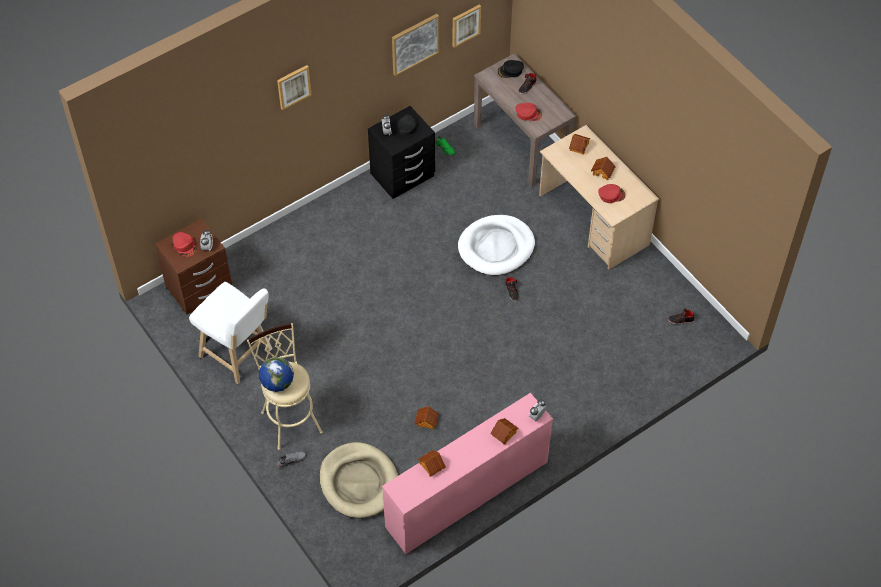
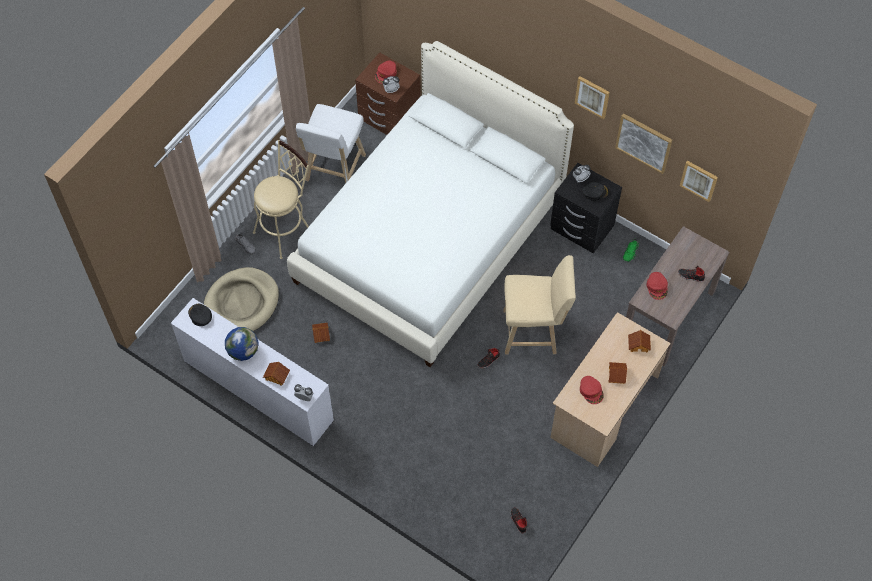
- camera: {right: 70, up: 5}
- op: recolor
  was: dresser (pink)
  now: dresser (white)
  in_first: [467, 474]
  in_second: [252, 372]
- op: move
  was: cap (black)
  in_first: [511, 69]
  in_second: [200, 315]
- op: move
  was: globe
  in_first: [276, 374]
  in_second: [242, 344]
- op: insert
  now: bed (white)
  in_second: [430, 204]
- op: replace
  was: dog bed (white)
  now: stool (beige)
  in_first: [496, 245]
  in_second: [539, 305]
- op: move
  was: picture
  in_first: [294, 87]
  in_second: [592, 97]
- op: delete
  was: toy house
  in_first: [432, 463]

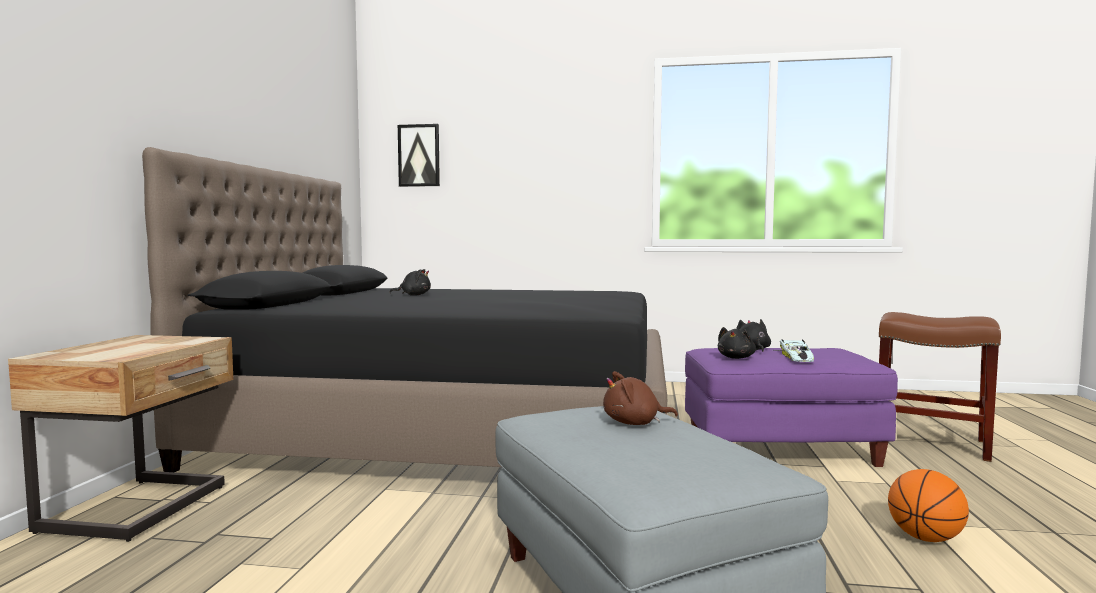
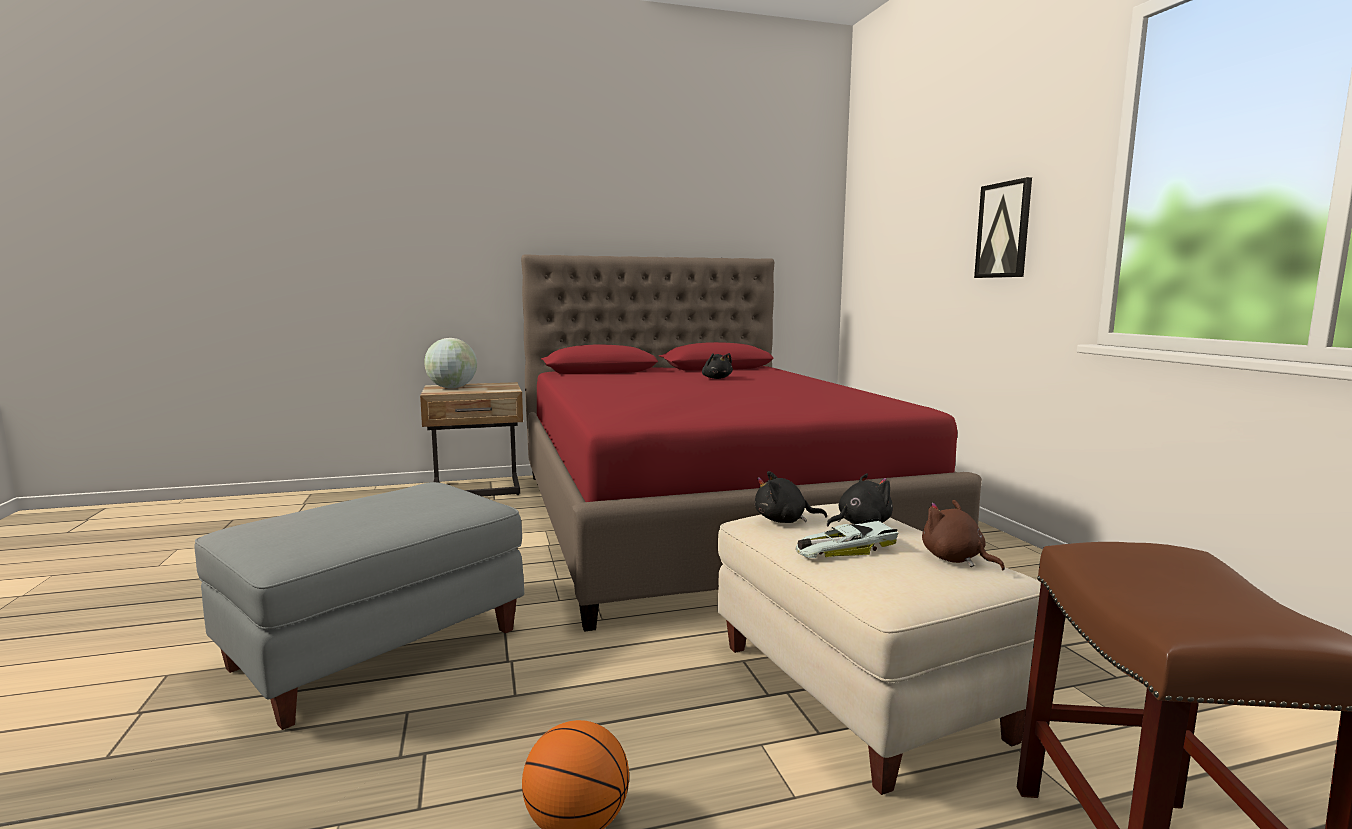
- camera: {right: 65, up: 5}
- op: insert
  now: globe
  in_second: [450, 363]
- op: recolor
  was: bed (black)
  now: bed (red)
  in_first: [404, 309]
  in_second: [751, 443]
- op: recolor
  was: ottoman (purple)
  now: ottoman (beige)
  in_first: [791, 407]
  in_second: [879, 649]
- op: move
  was: plush toy (brown)
  in_first: [640, 398]
  in_second: [963, 535]
- op: move
  was: picture
  in_first: [419, 155]
  in_second: [1003, 227]

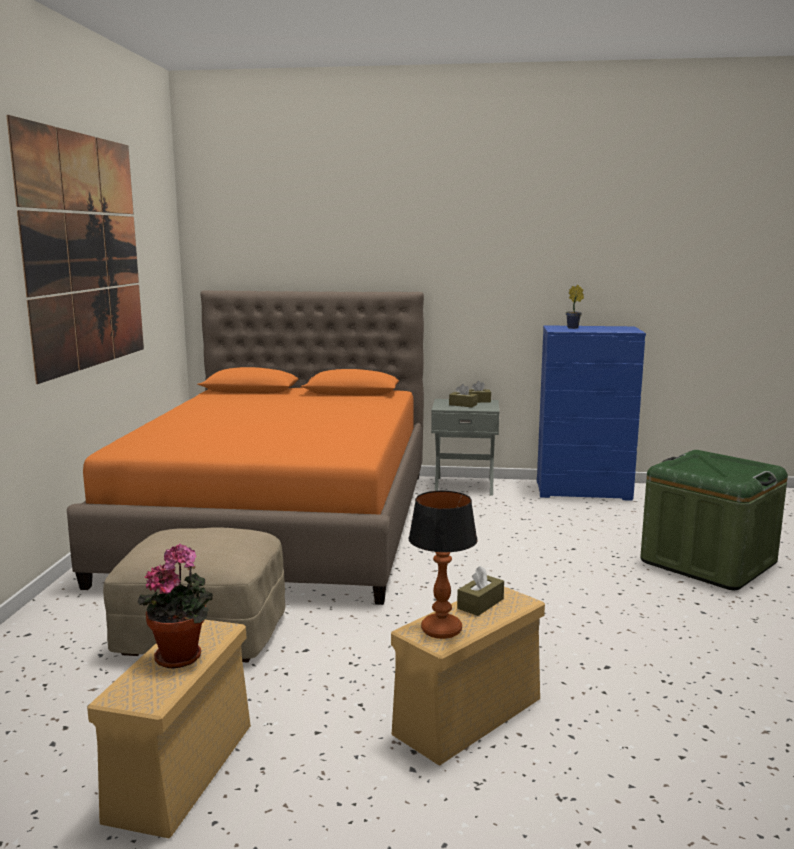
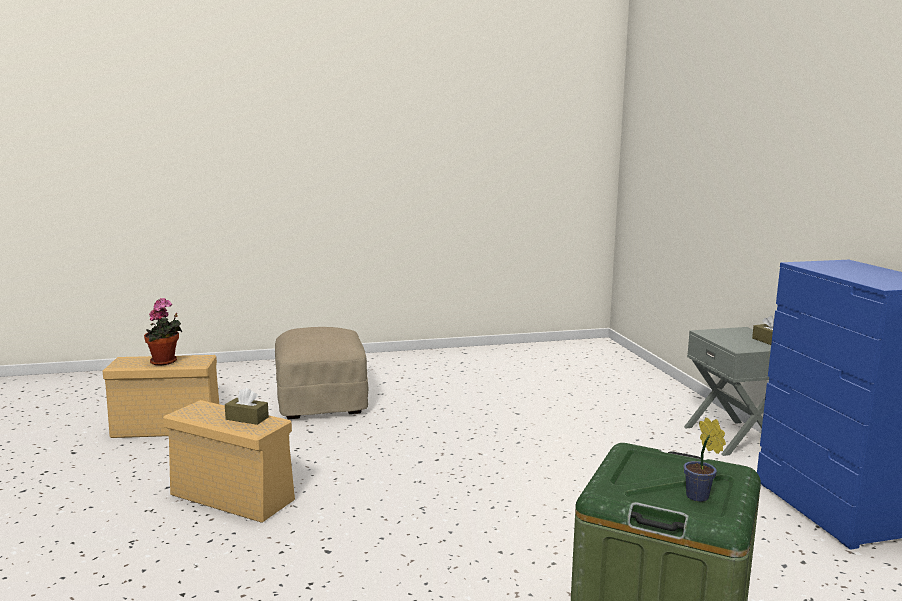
- camera: {right: 70, up: 0}
- op: move
  was: potted plant
  in_first: [575, 307]
  in_second: [705, 459]
- op: delete
  was: picture
  in_first: [75, 249]
- op: delete
  was: bed (orange)
  in_first: [245, 447]
- op: delete
  was: table lamp
  in_first: [443, 565]
- op: delete
  was: tissue box (brown)
  in_first: [463, 395]

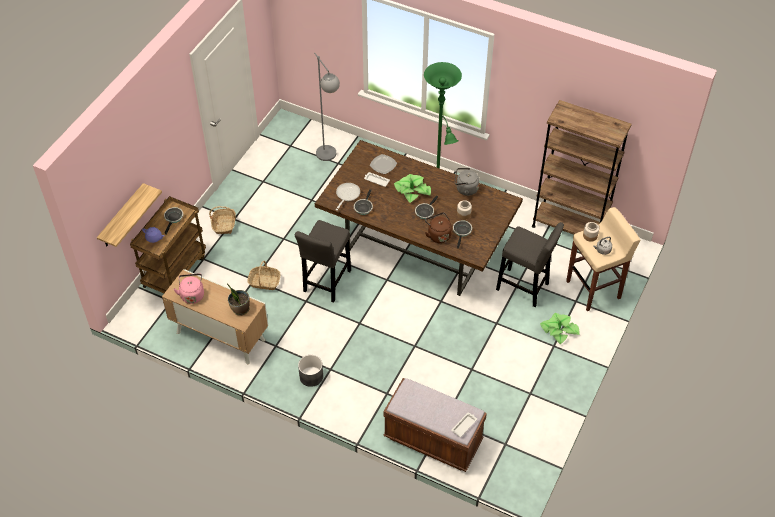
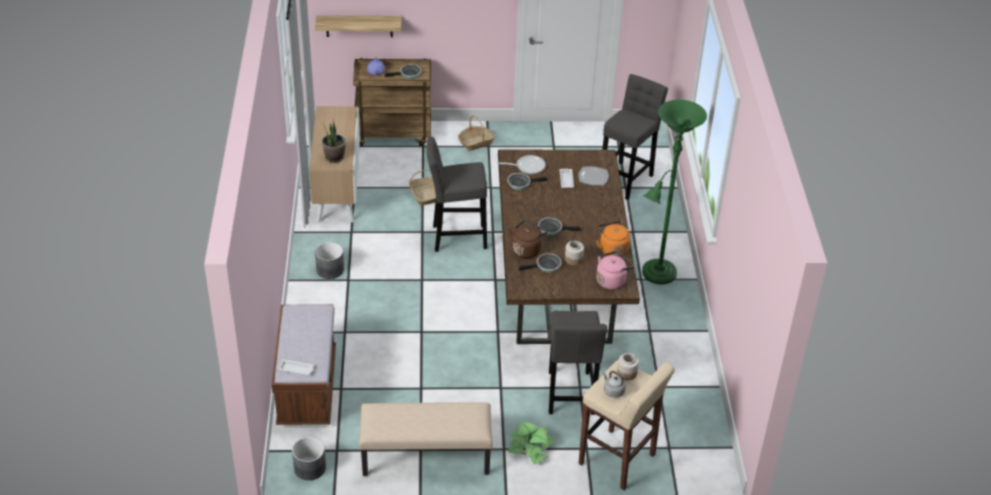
- camera: {right: 60, up: -10}
- op: insert
  now: planter (grey)
  in_second: [309, 458]
- op: insert
  now: bench (beige)
  in_second: [425, 439]
- op: recolor
  was: kettle (grey)
  now: kettle (orange)
  in_first: [467, 182]
  in_second: [613, 238]
- op: move
  was: kettle (pink)
  in_first: [188, 288]
  in_second: [615, 270]
- op: replace
  was: floor lamp (grey)
  now: stool (grey)
  in_first: [327, 107]
  in_second: [635, 137]
- op: delete
  was: potted plant
  in_first: [412, 188]
- op: delete
  was: bookcase (brown)
  in_first: [582, 167]

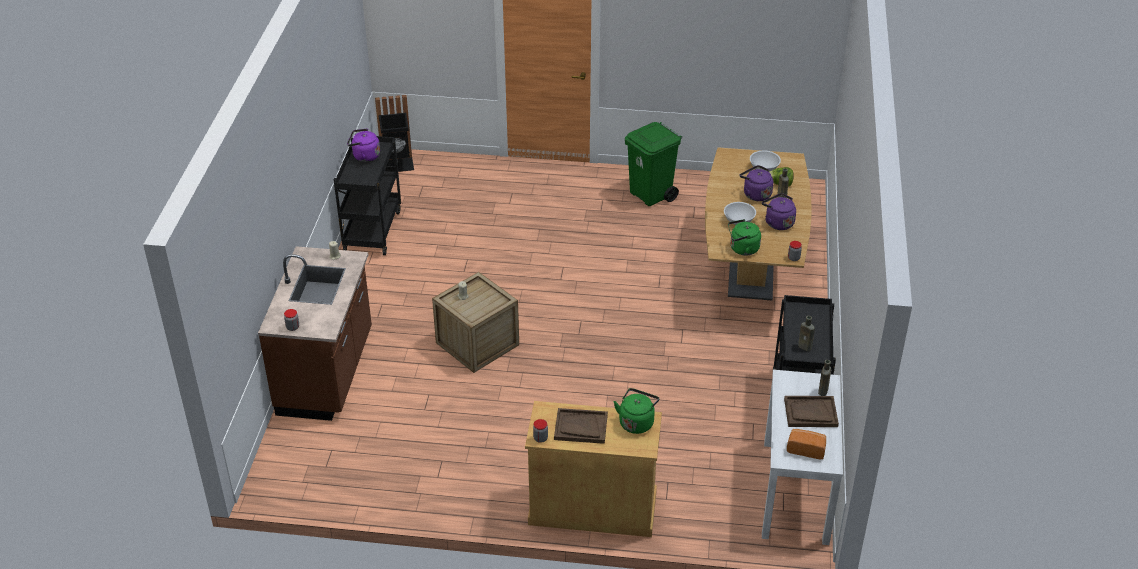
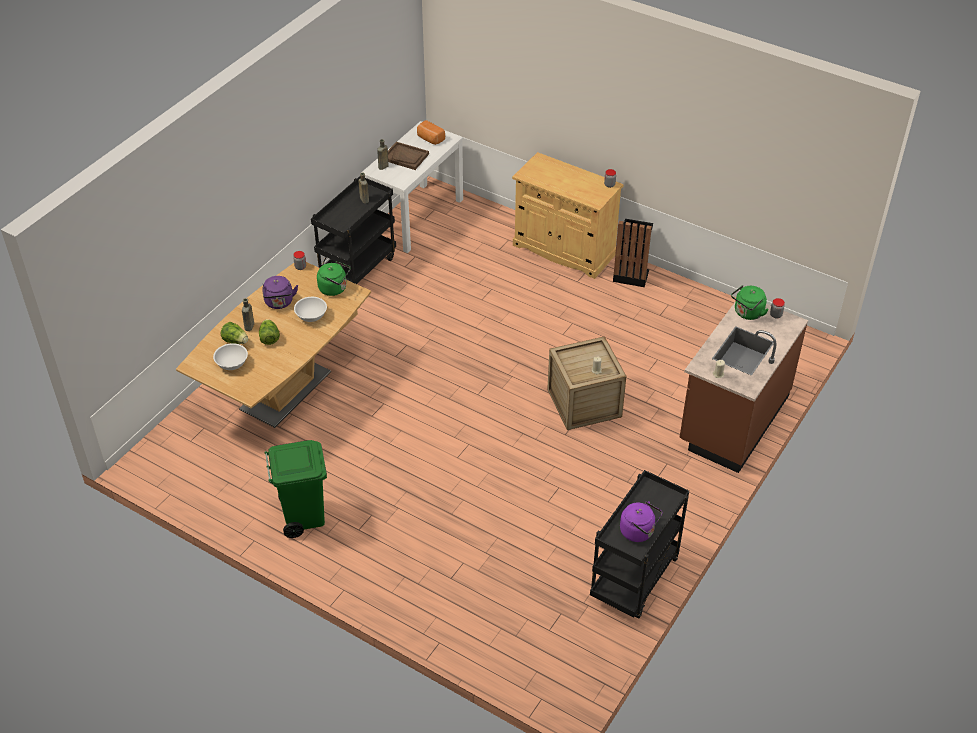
- camera: {right: -155, up: 5}
- op: replace
  was: kettle (purple)
  now: lettuce
  in_first: [756, 183]
  in_second: [269, 332]
- op: move
  was: trash can (black)
  in_first: [394, 133]
  in_second: [633, 253]
- op: move
  was: kettle (green)
  in_first: [636, 411]
  in_second: [750, 302]
- op: delete
  was: tray (brown)
  in_first: [581, 426]

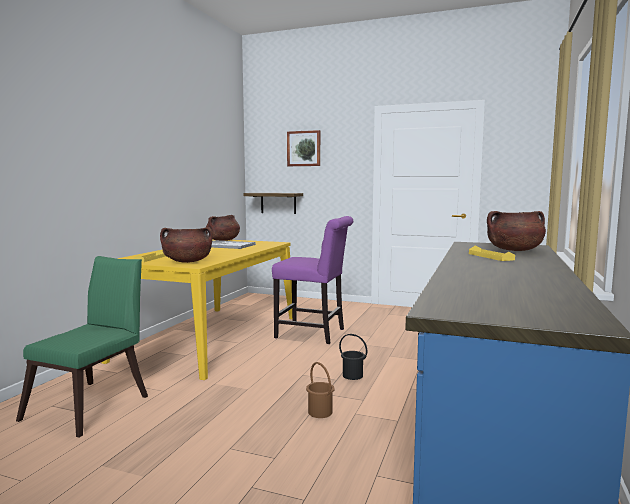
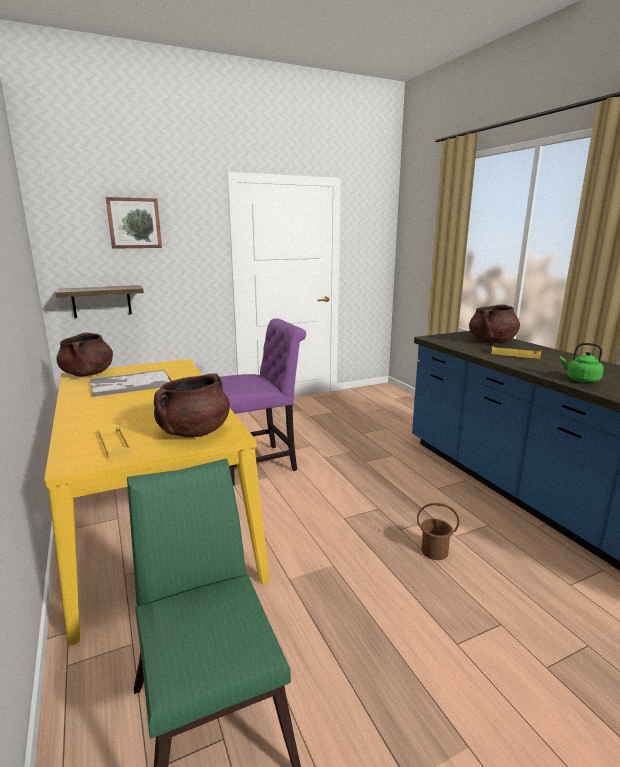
- camera: {right: -45, up: 10}
- op: insert
  now: kettle (green)
  in_second: [582, 363]
- op: delete
  was: bucket (black)
  in_first: [353, 357]

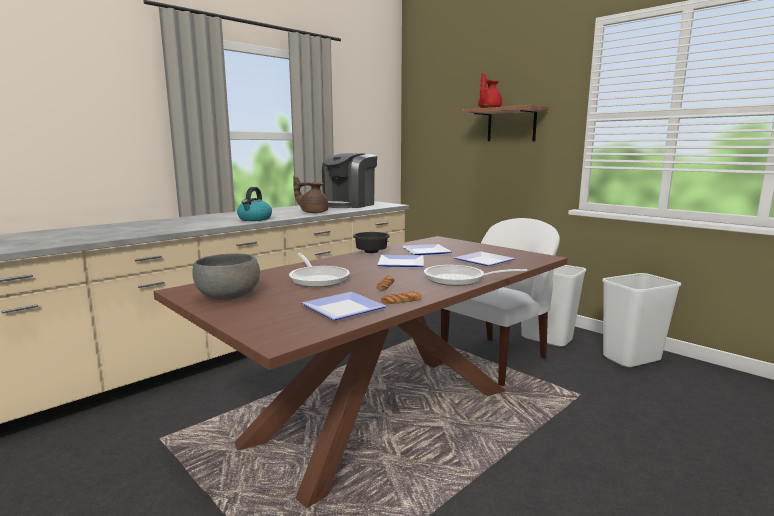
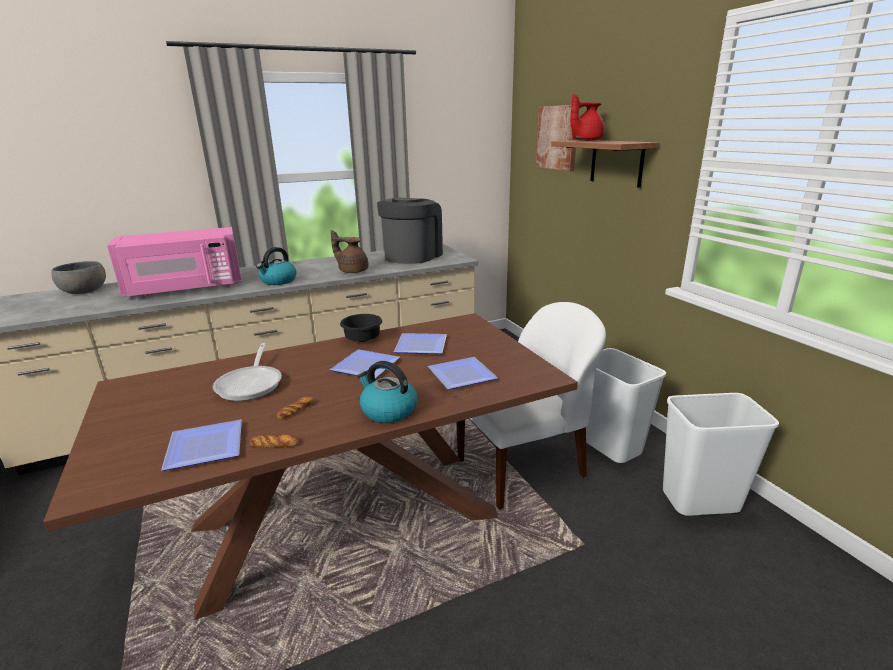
- camera: {right: 20, up: 10}
- op: move
  was: bowl (grey)
  in_first: [226, 276]
  in_second: [78, 277]
- op: insert
  now: microwave (pink)
  in_second: [174, 262]
- op: replace
  was: frying pan
  now: kettle
  in_first: [475, 275]
  in_second: [387, 392]
- op: rotate
  was: coffee machine
  in_first: [349, 180]
  in_second: [410, 231]
  clockwise: 150
- op: insert
  now: picture
  in_second: [556, 138]

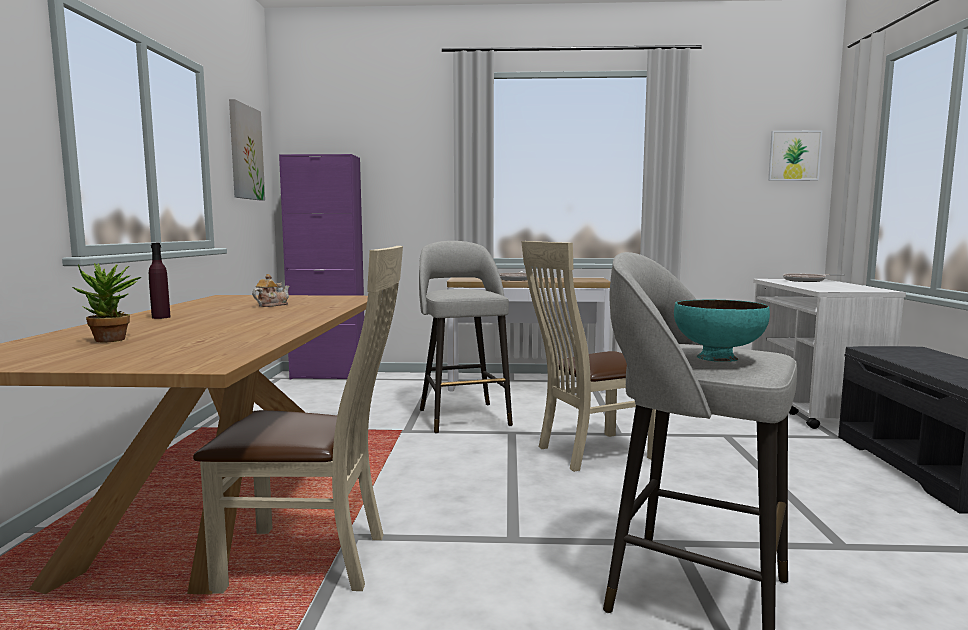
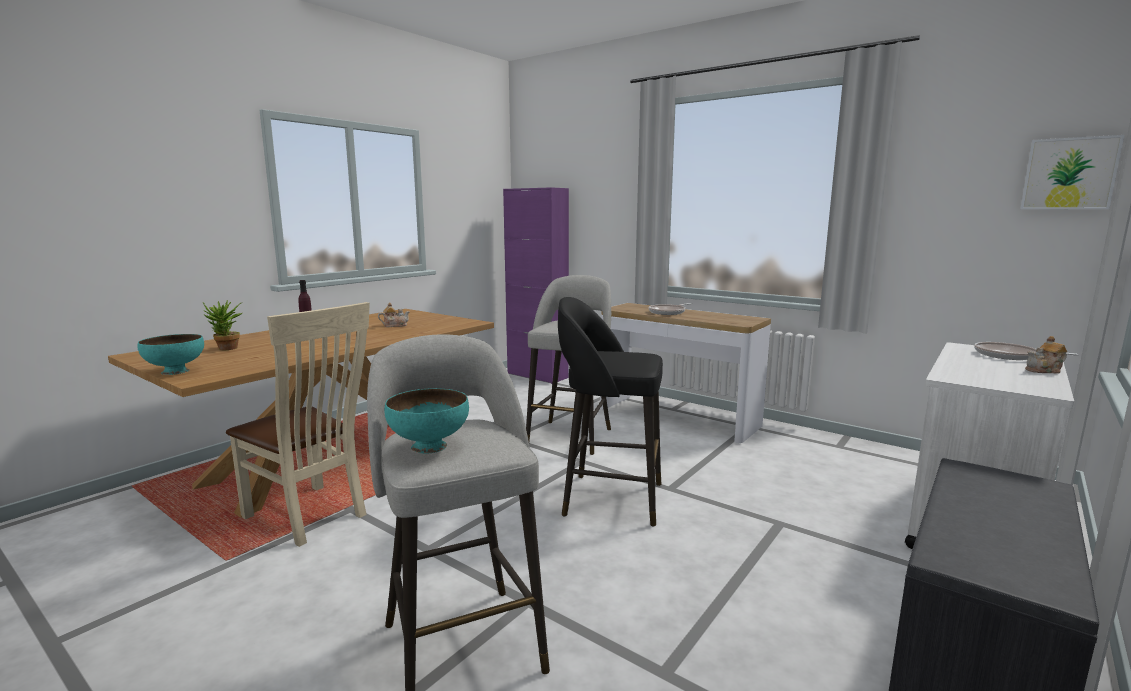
- camera: {right: 35, up: 5}
- op: insert
  now: bowl (turquoise)
  in_second: [170, 354]
- op: replace
  was: chair (beige)
  now: stool (black)
  in_first: [588, 356]
  in_second: [610, 412]
- op: insert
  now: teapot
  in_second: [1046, 355]
- op: delete
  was: picture
  in_first: [247, 149]

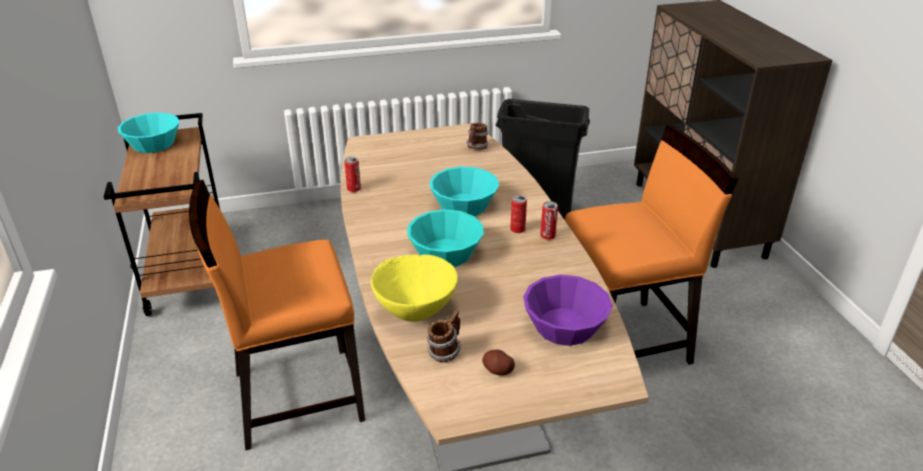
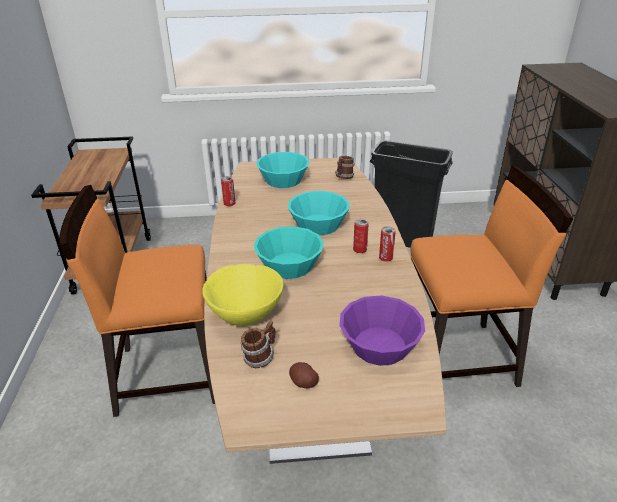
- camera: {right: 10, up: 0}
- op: move
  was: bowl (turquoise)
  in_first: [148, 133]
  in_second: [283, 170]

